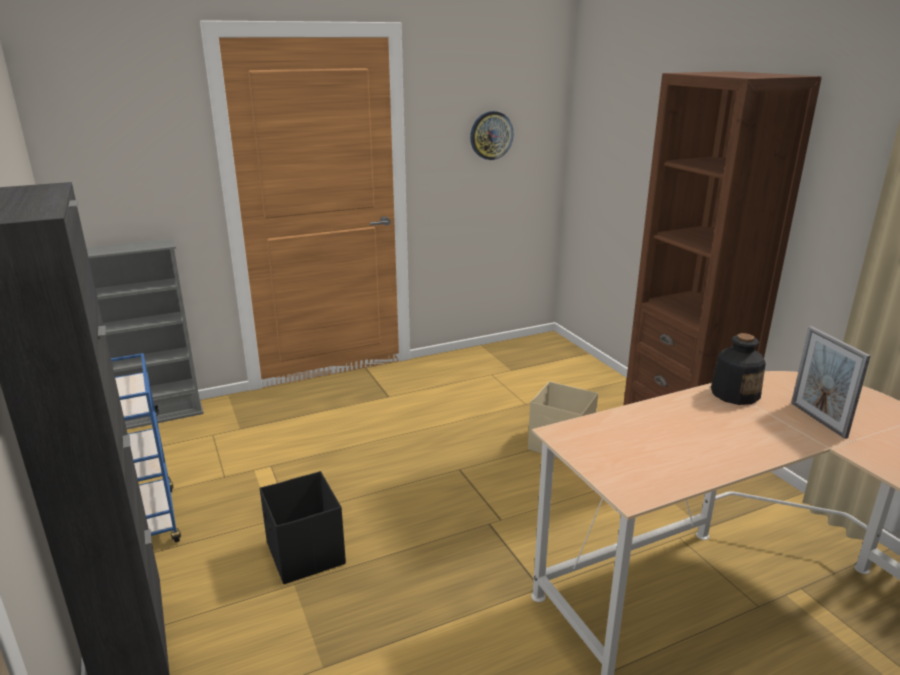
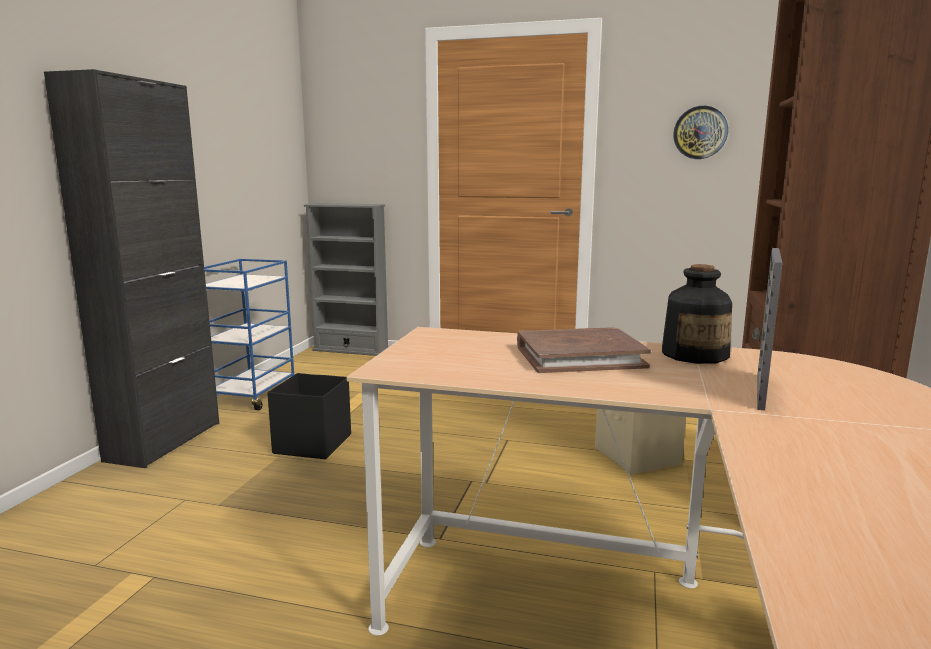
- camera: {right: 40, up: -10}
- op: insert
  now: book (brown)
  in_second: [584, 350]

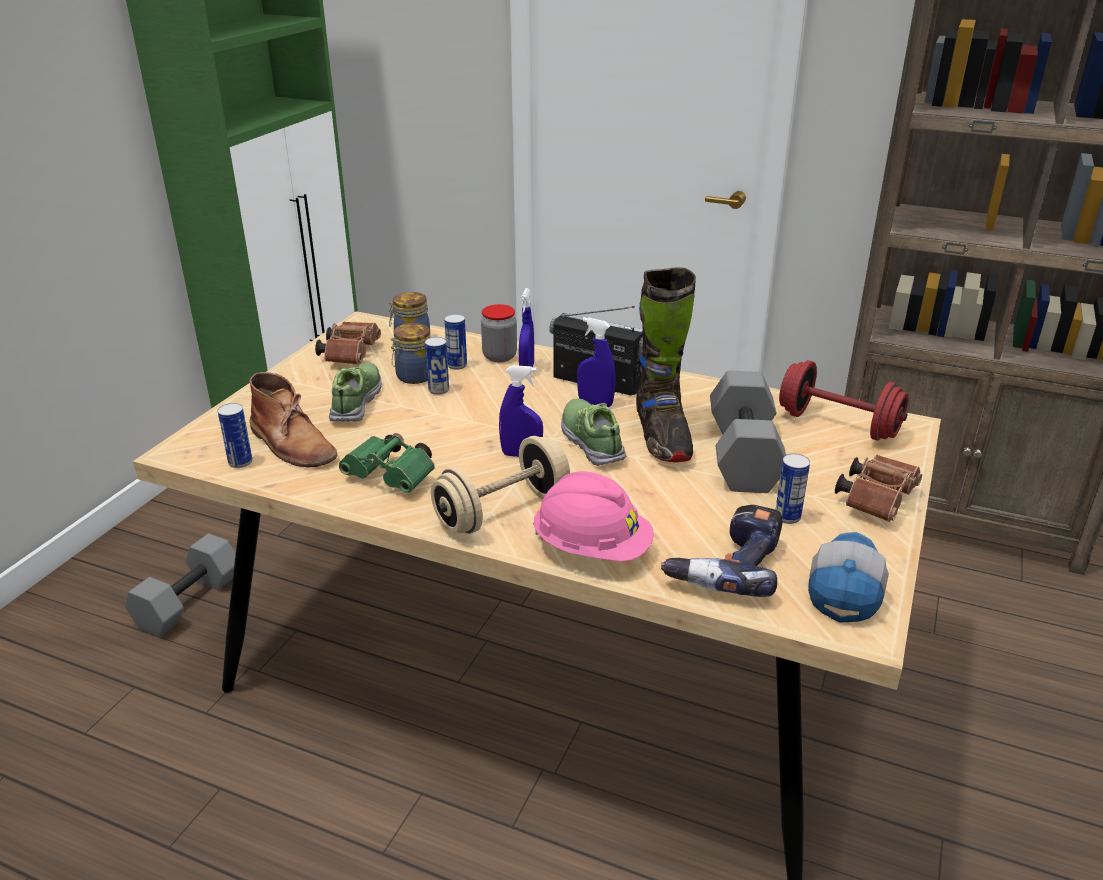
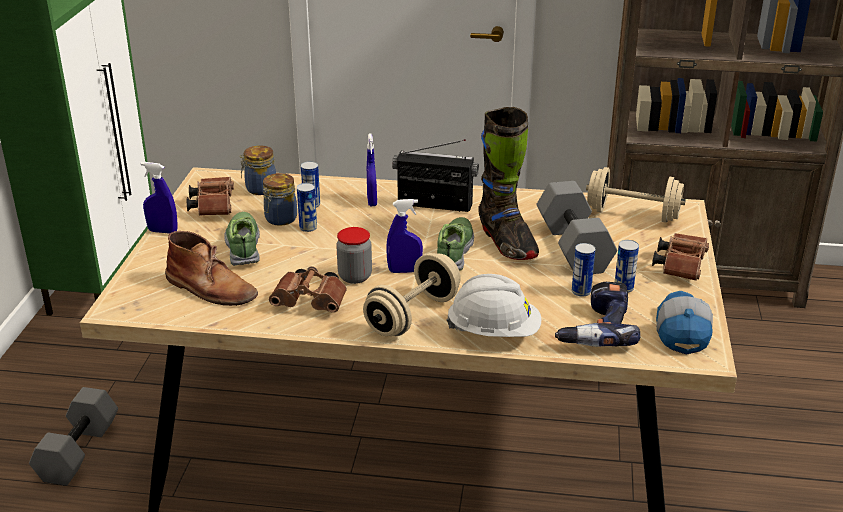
- camera: {right: -15, up: 0}
- op: move
  was: spray bottle (blue)
  in_first: [596, 362]
  in_second: [159, 198]
- op: recolor
  was: binoculars (green)
  now: binoculars (brown)
  in_first: [387, 463]
  in_second: [308, 289]
- op: move
  was: jar
  in_first: [499, 333]
  in_second: [354, 255]
- op: rotate
  was: shoe
  in_first: [593, 432]
  in_second: [455, 244]
  clockwise: 45
- op: recolor
  was: hard hat (pink)
  now: hard hat (white)
  in_first: [593, 516]
  in_second: [493, 305]
- op: move
  was: can
  in_first: [235, 435]
  in_second: [583, 270]
- op: recolor
  was: dumbbell (red)
  now: dumbbell (beige)
  in_first: [844, 400]
  in_second: [636, 195]

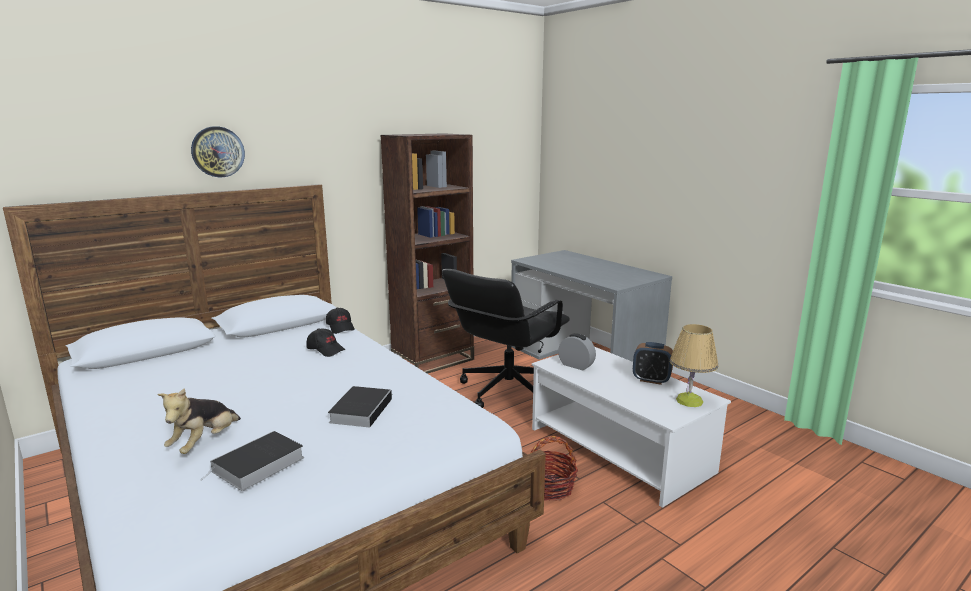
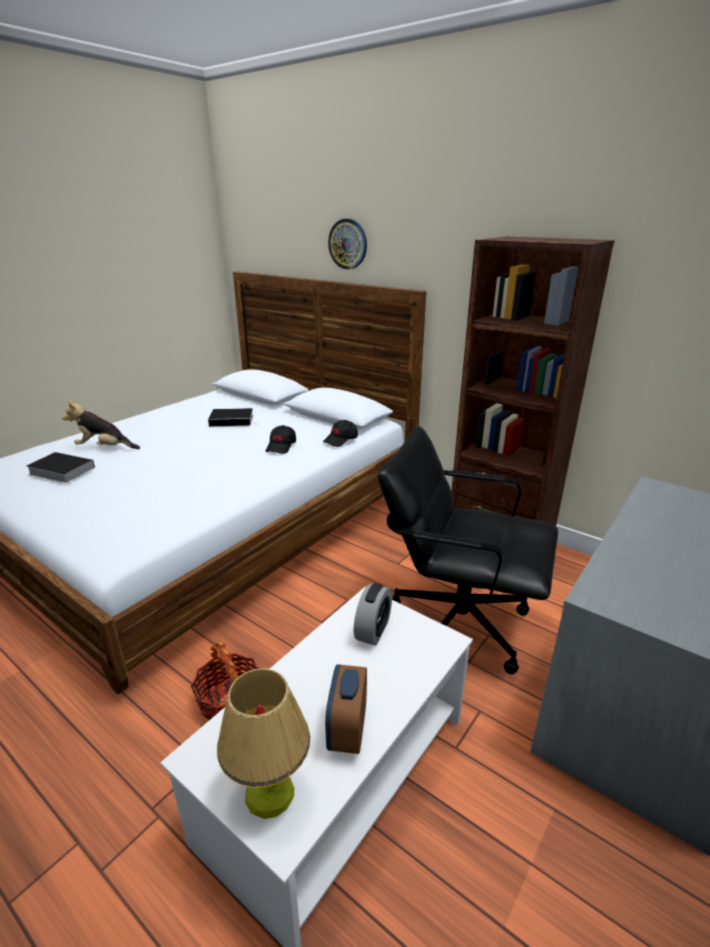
- camera: {right: 75, up: 10}
- op: move
  was: book
  in_first: [360, 407]
  in_second: [233, 417]

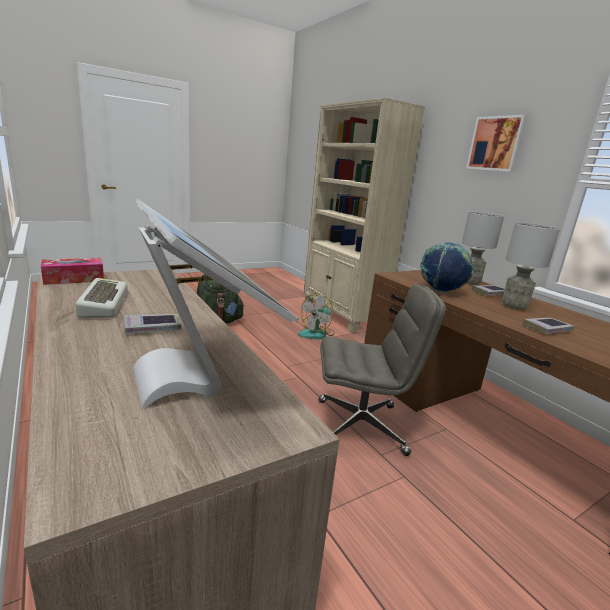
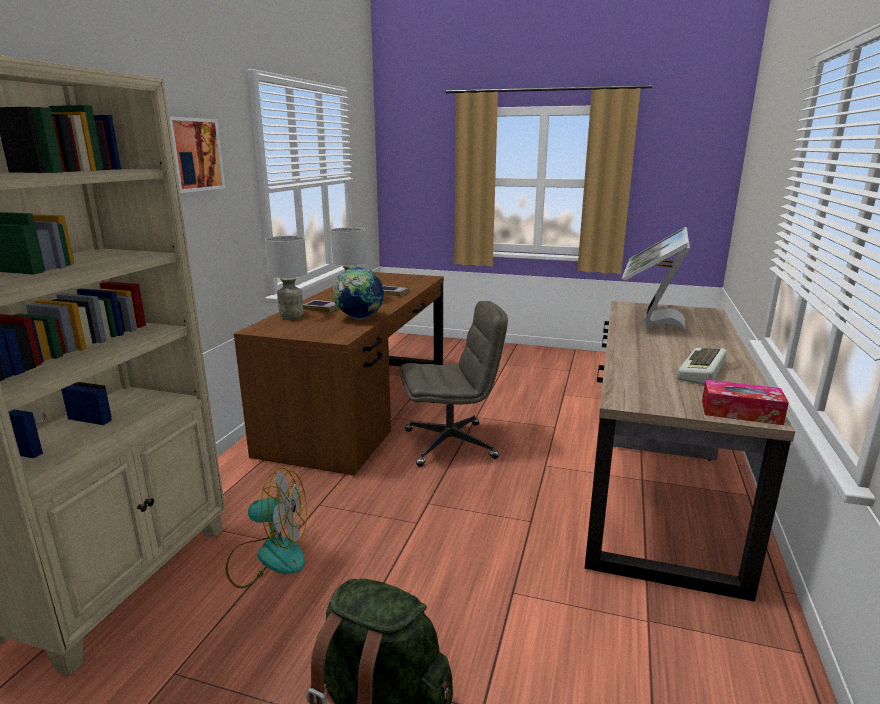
- camera: {right: -130, up: 0}
- op: rotate
  was: office chair (grey)
  in_first: [382, 370]
  in_second: [454, 384]
  clockwise: 120
- op: delete
  was: book
  in_first: [153, 324]

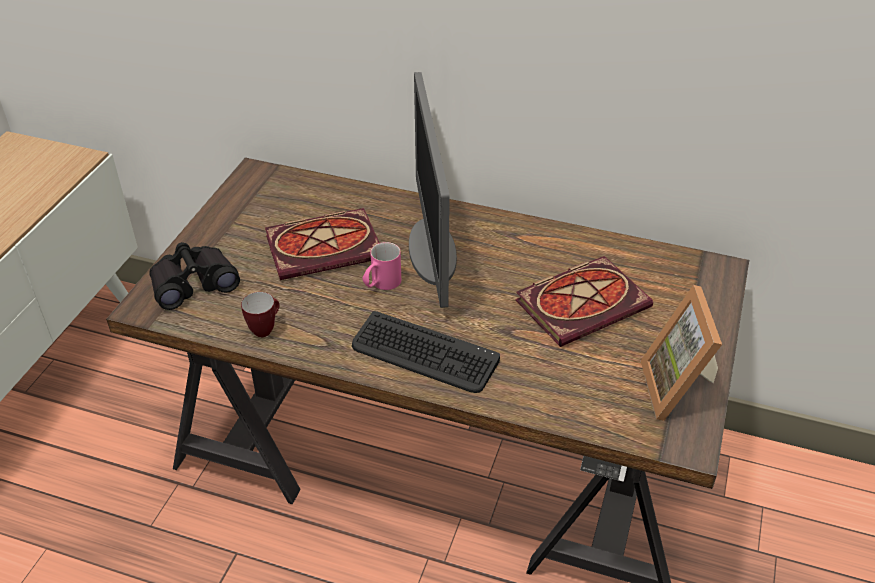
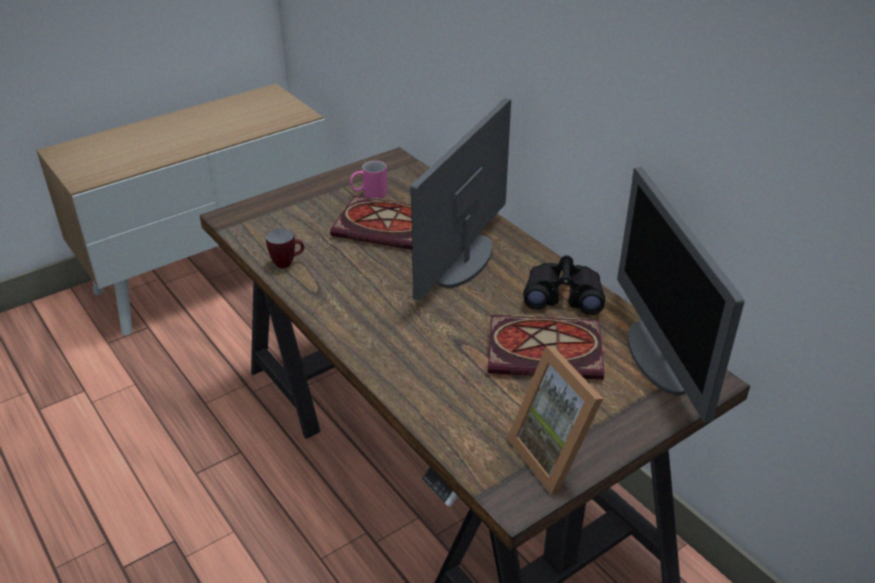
- camera: {right: 35, up: -5}
- op: move
  was: mug (pink)
  in_first: [382, 266]
  in_second: [369, 180]
- op: rotate
  was: picture frame
  in_first: [681, 353]
  in_second: [555, 420]
  clockwise: -60
- op: move
  was: binoculars (black)
  in_first: [194, 276]
  in_second: [564, 285]
- op: insert
  now: monitor
  in_second: [681, 294]
- op: delete
  was: keyboard
  in_first: [426, 352]

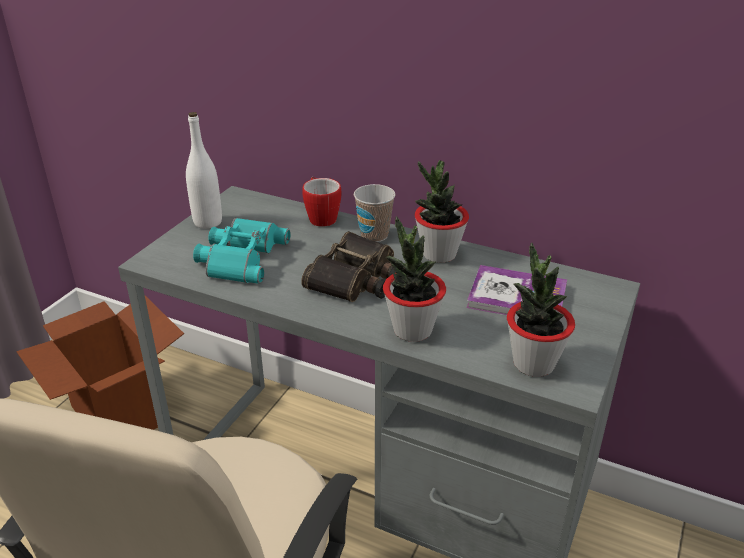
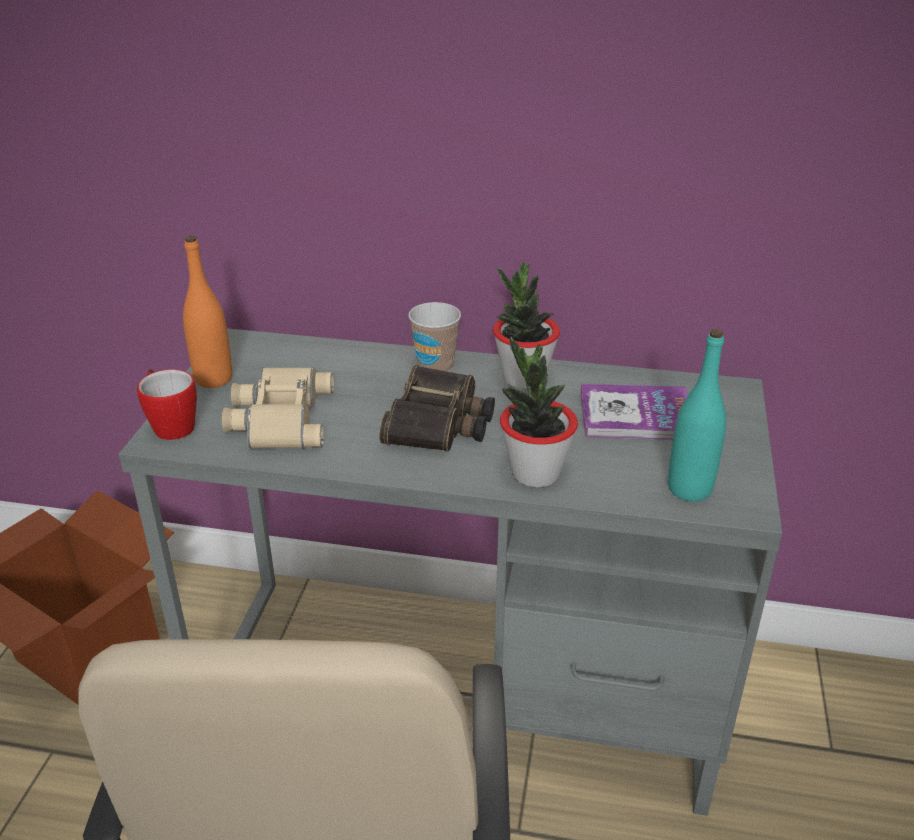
- camera: {right: -15, up: 0}
- op: move
  was: mug
  in_first: [321, 202]
  in_second: [167, 404]
- op: recolor
  was: bottle (white)
  now: bottle (orange)
  in_first: [204, 170]
  in_second: [207, 312]
- op: recolor
  was: binoculars (turquoise)
  now: binoculars (beige)
  in_first: [242, 251]
  in_second: [278, 408]
- op: replace
  was: potted plant
  now: bottle (turquoise)
  in_first: [541, 310]
  in_second: [697, 415]

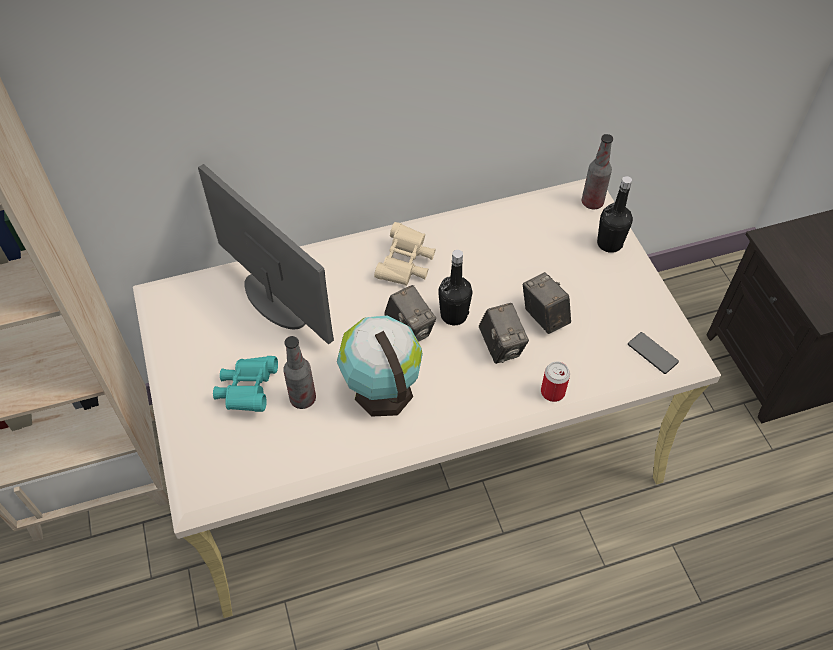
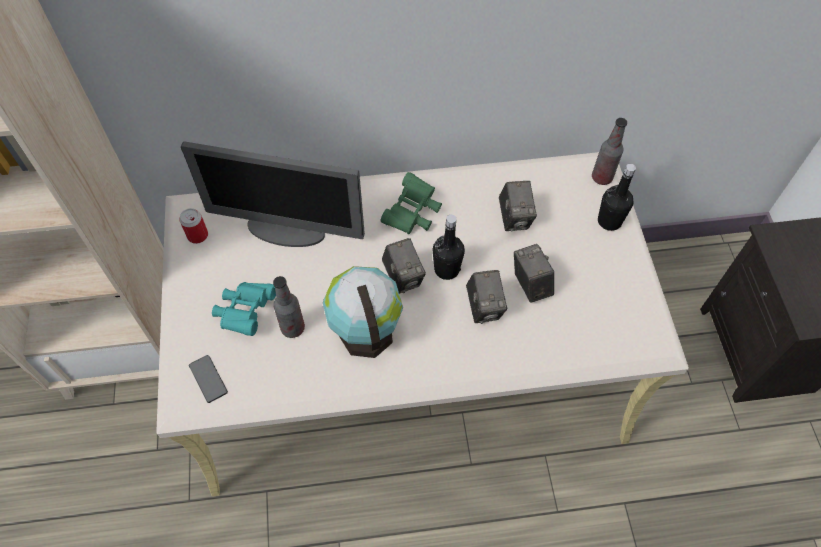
- camera: {right: 10, up: 5}
- op: move
  was: can
  in_first: [555, 382]
  in_second: [193, 226]
- op: rotate
  was: monitor
  in_first: [266, 254]
  in_second: [273, 194]
  clockwise: 135
- op: move
  was: phone
  in_first: [653, 353]
  in_second: [208, 379]
- op: recolor
  was: binoculars (beige)
  now: binoculars (green)
  in_first: [405, 254]
  in_second: [411, 203]
- op: insert
  now: photo camera
  in_second: [518, 206]

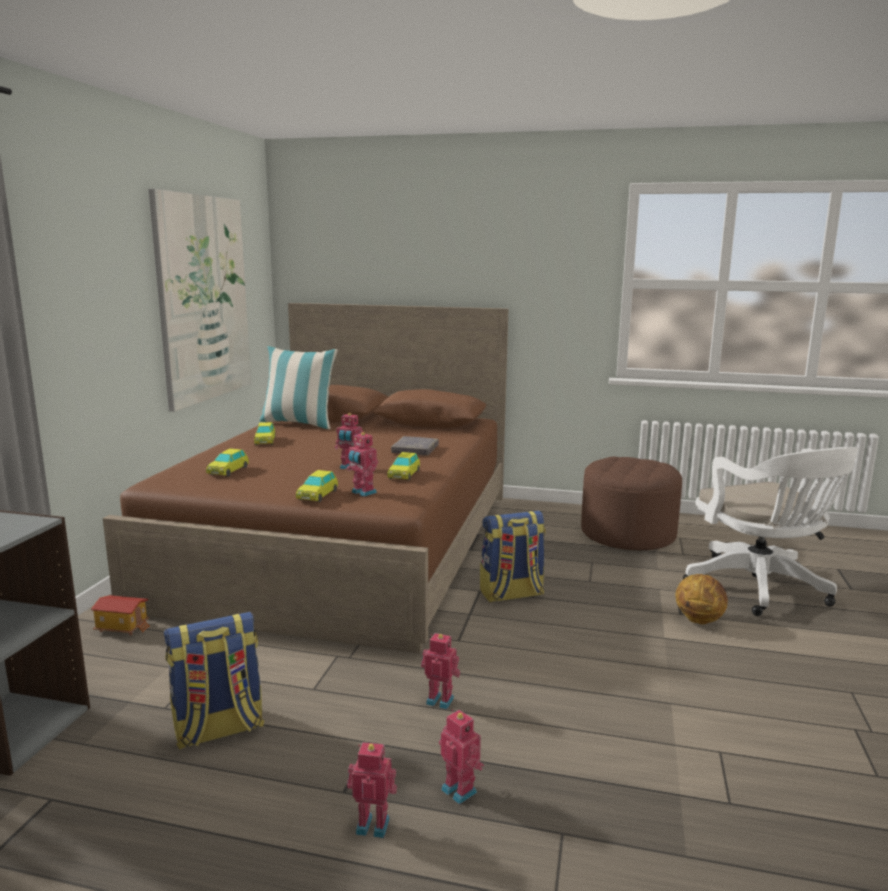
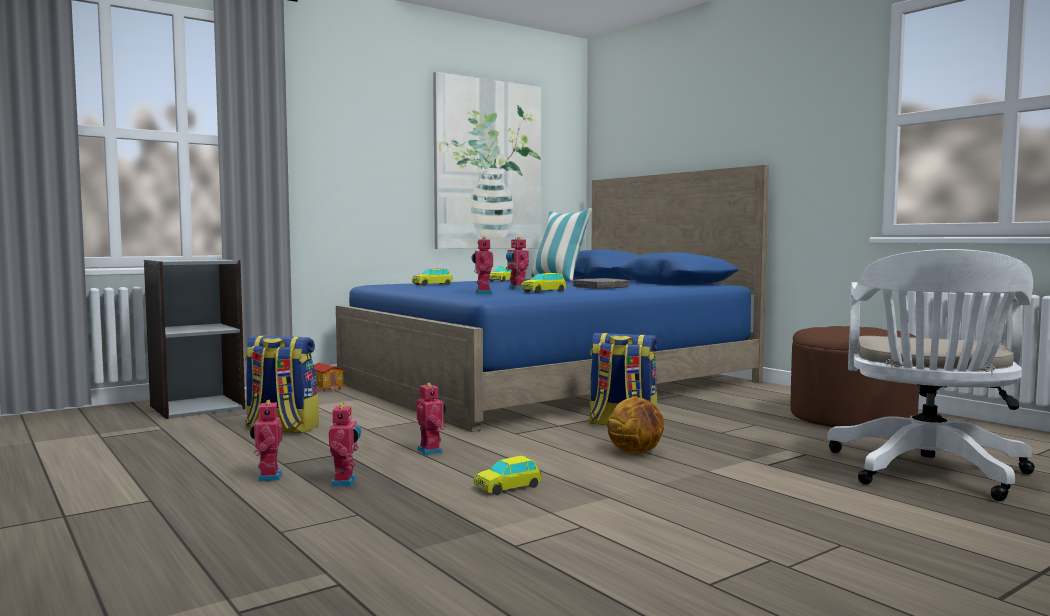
- camera: {right: 40, up: -10}
- op: rotate
  was: toy robot
  in_first: [372, 790]
  in_second: [266, 440]
  clockwise: -150
- op: recolor
  was: bed (brown)
  now: bed (blue)
  in_first: [305, 478]
  in_second: [552, 298]
- op: move
  was: toy car
  in_first: [317, 486]
  in_second: [508, 475]
- op: move
  was: basketball
  in_first: [701, 599]
  in_second: [635, 425]

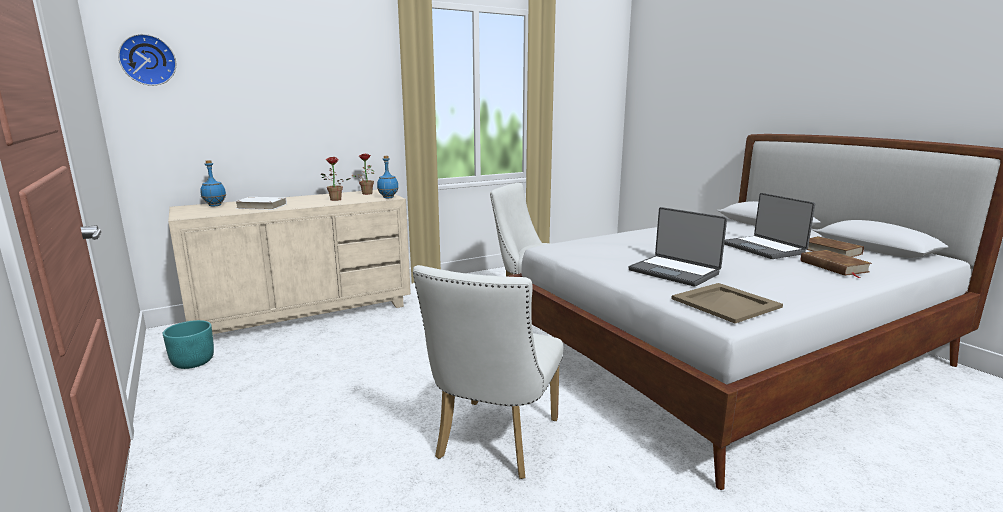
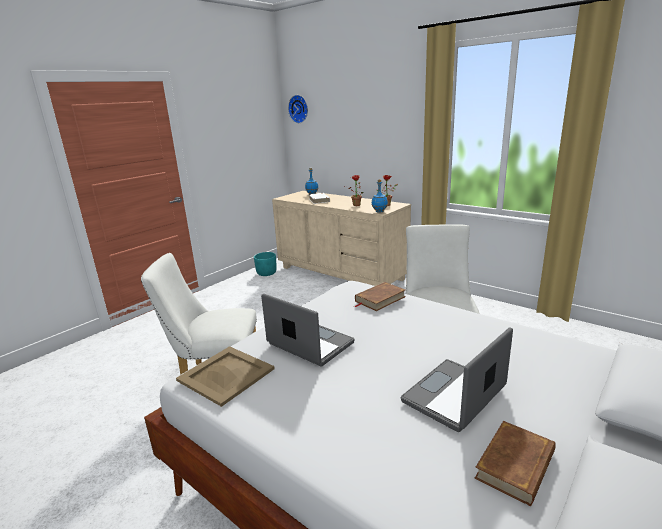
- camera: {right: 70, up: 5}
- op: rotate
  was: laptop
  in_first: [677, 247]
  in_second: [308, 330]
  clockwise: 105
- op: move
  was: book (brown)
  in_first: [836, 264]
  in_second: [380, 296]

